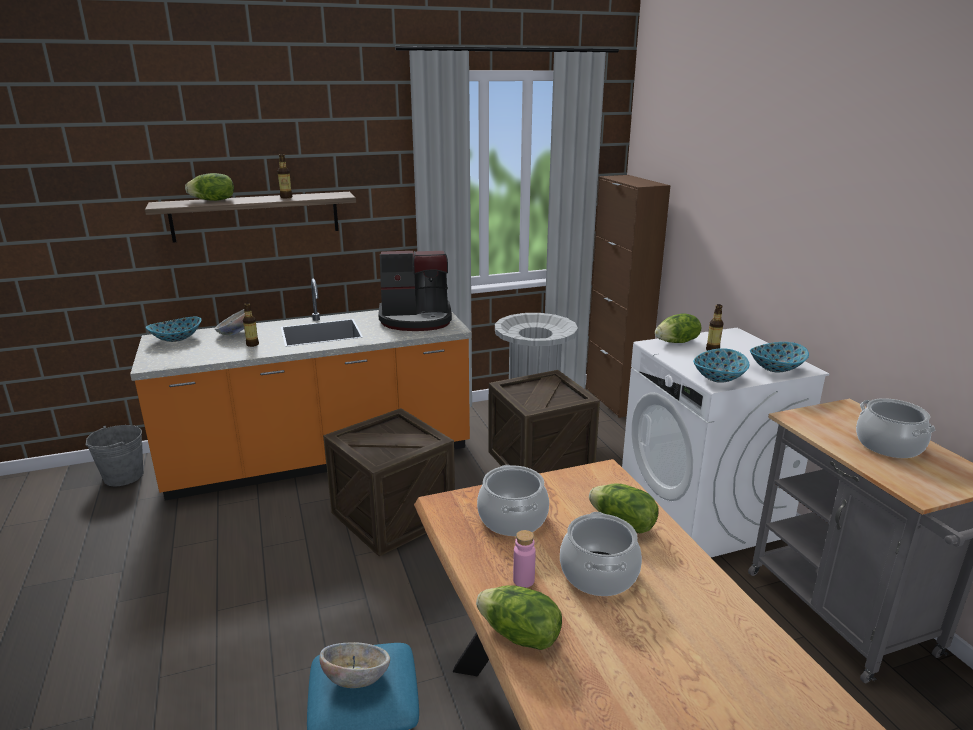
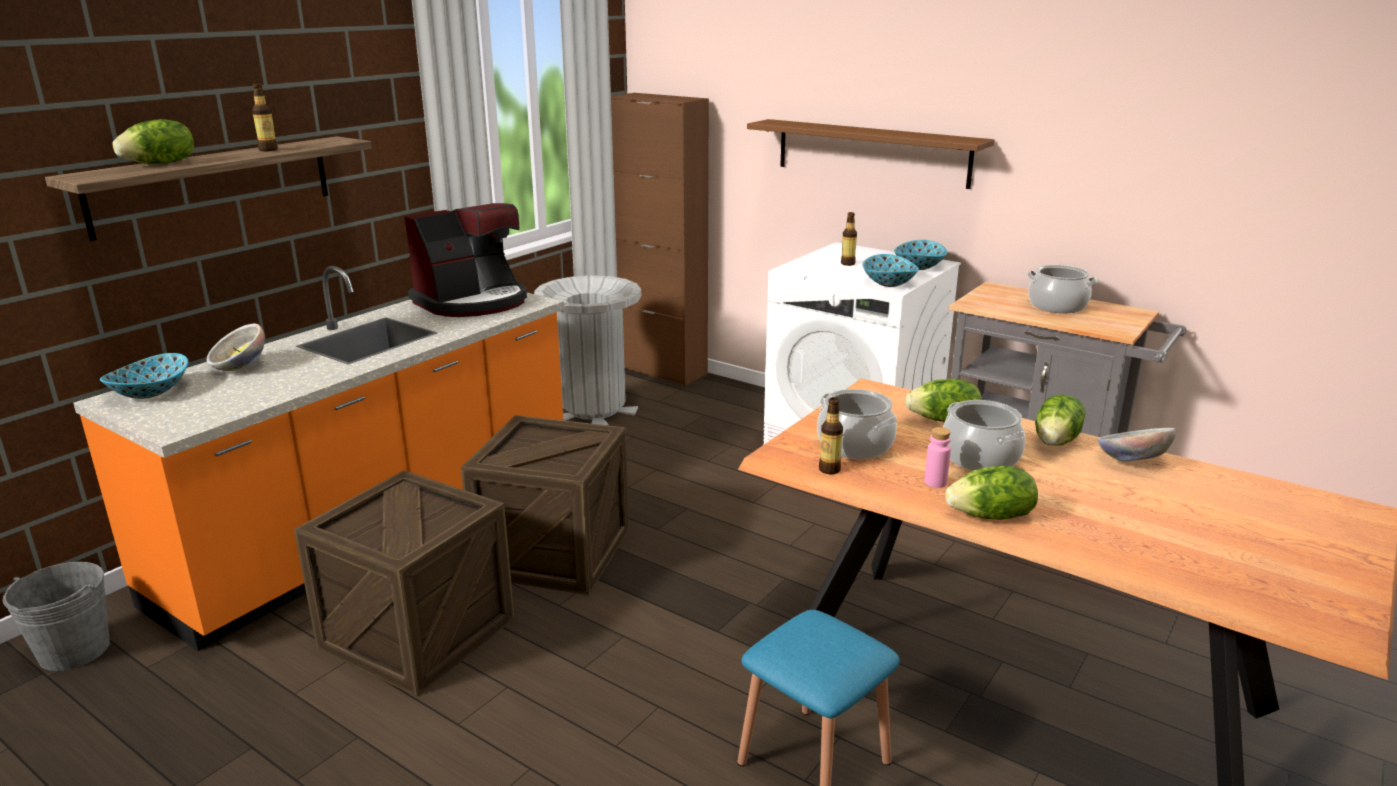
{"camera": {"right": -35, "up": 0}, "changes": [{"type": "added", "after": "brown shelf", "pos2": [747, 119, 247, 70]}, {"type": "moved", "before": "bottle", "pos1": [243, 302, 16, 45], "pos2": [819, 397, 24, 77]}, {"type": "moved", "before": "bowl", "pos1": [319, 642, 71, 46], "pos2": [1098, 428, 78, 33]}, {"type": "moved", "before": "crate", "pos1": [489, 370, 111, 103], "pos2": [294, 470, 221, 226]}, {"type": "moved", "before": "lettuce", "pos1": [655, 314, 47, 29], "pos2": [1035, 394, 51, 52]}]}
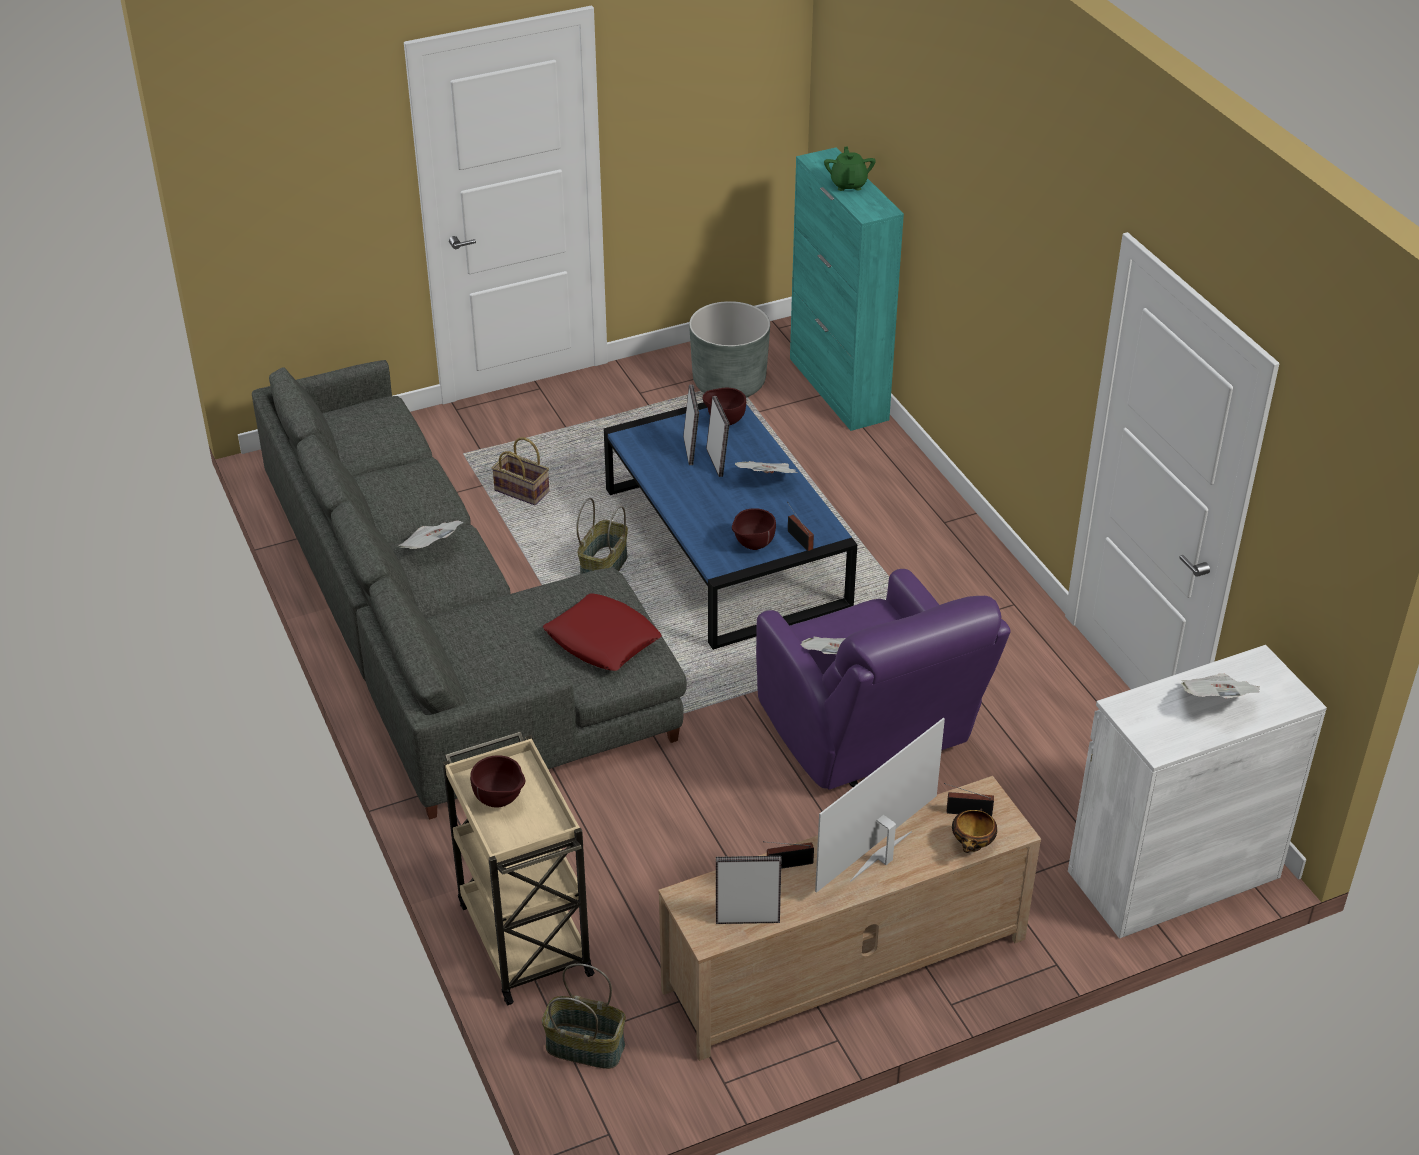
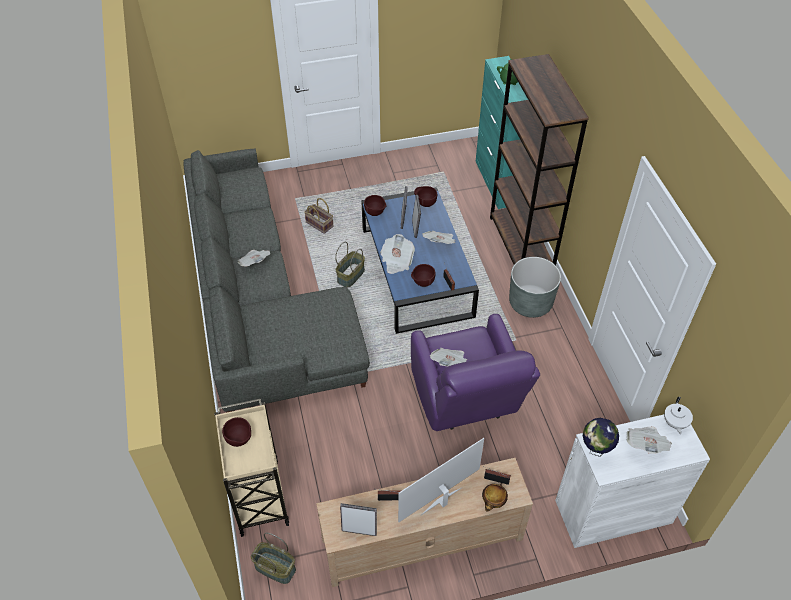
{"camera": {"right": 10, "up": 10}, "changes": [{"type": "removed", "before": "red pillow", "pos1": [543, 593, 119, 78]}, {"type": "added", "after": "brown bowl", "pos2": [364, 195, 23, 21]}, {"type": "added", "after": "newspaper", "pos2": [380, 234, 35, 40]}, {"type": "added", "after": "brown bookcase", "pos2": [490, 54, 99, 211]}, {"type": "added", "after": "globe", "pos2": [583, 418, 36, 39]}, {"type": "added", "after": "white teapot", "pos2": [664, 397, 29, 37]}, {"type": "moved", "before": "grey planter", "pos1": [689, 301, 81, 96], "pos2": [509, 257, 52, 61]}]}
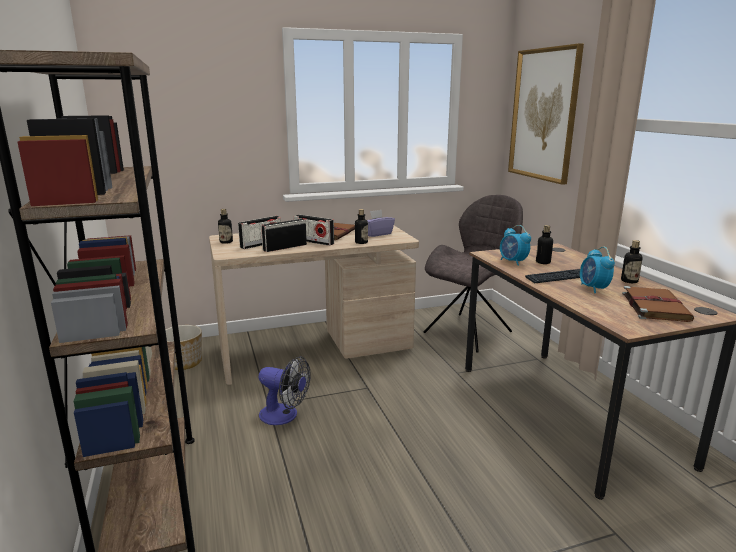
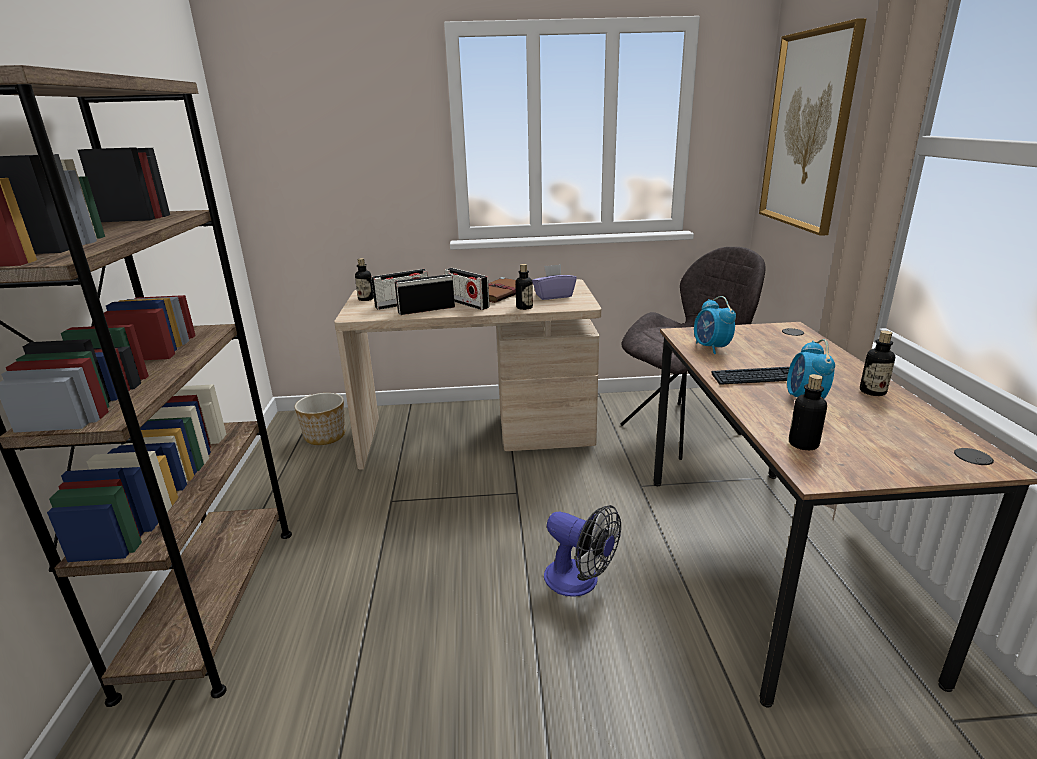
{"camera": {"right": 15, "up": 5}, "changes": [{"type": "removed", "before": "brown book", "pos1": [622, 286, 72, 36]}, {"type": "moved", "before": "fan", "pos1": [258, 357, 53, 68], "pos2": [544, 505, 77, 92]}, {"type": "moved", "before": "bottle", "pos1": [536, 225, 17, 39], "pos2": [789, 374, 38, 76]}]}
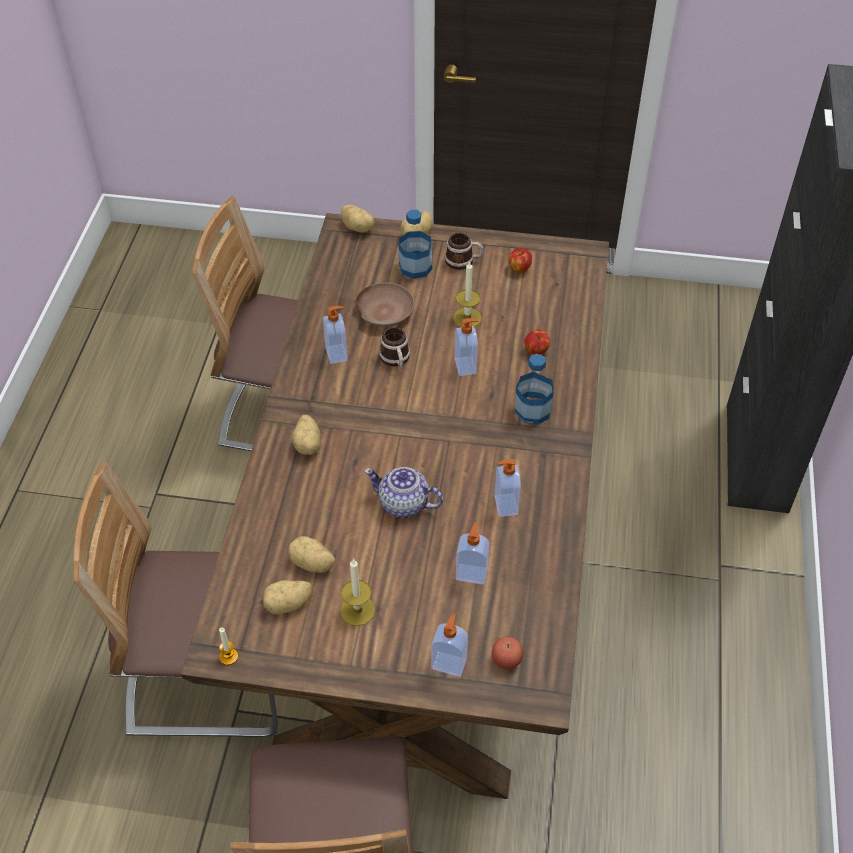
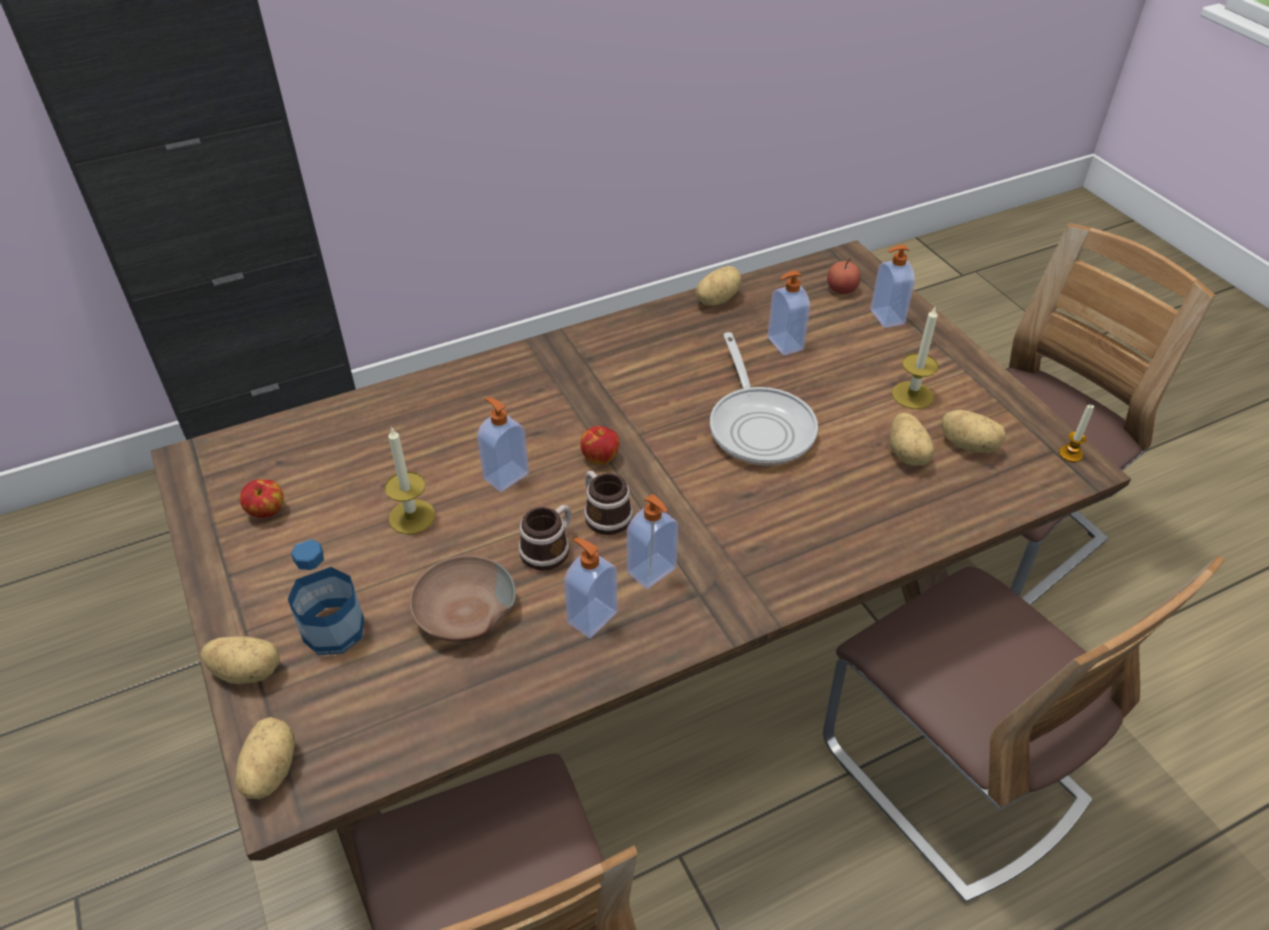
{"camera": {"right": -125, "up": -5}, "changes": [{"type": "removed", "before": "bottle", "pos1": [515, 354, 39, 71]}, {"type": "moved", "before": "potato", "pos1": [292, 414, 29, 41], "pos2": [695, 266, 47, 40]}, {"type": "moved", "before": "mug", "pos1": [445, 233, 38, 37], "pos2": [584, 471, 49, 64]}, {"type": "moved", "before": "soap dispenser", "pos1": [494, 459, 27, 58], "pos2": [627, 494, 51, 95]}, {"type": "moved", "before": "apple", "pos1": [524, 330, 26, 25], "pos2": [580, 426, 40, 39]}, {"type": "replaced", "before": "teapot", "after": "frying pan", "pos1": [364, 467, 80, 51], "pos2": [710, 332, 108, 133]}]}
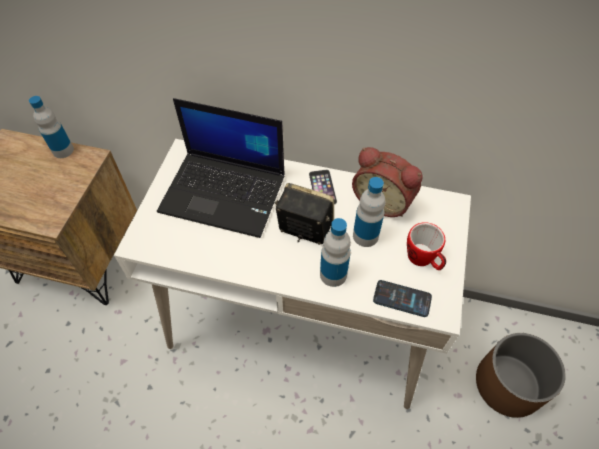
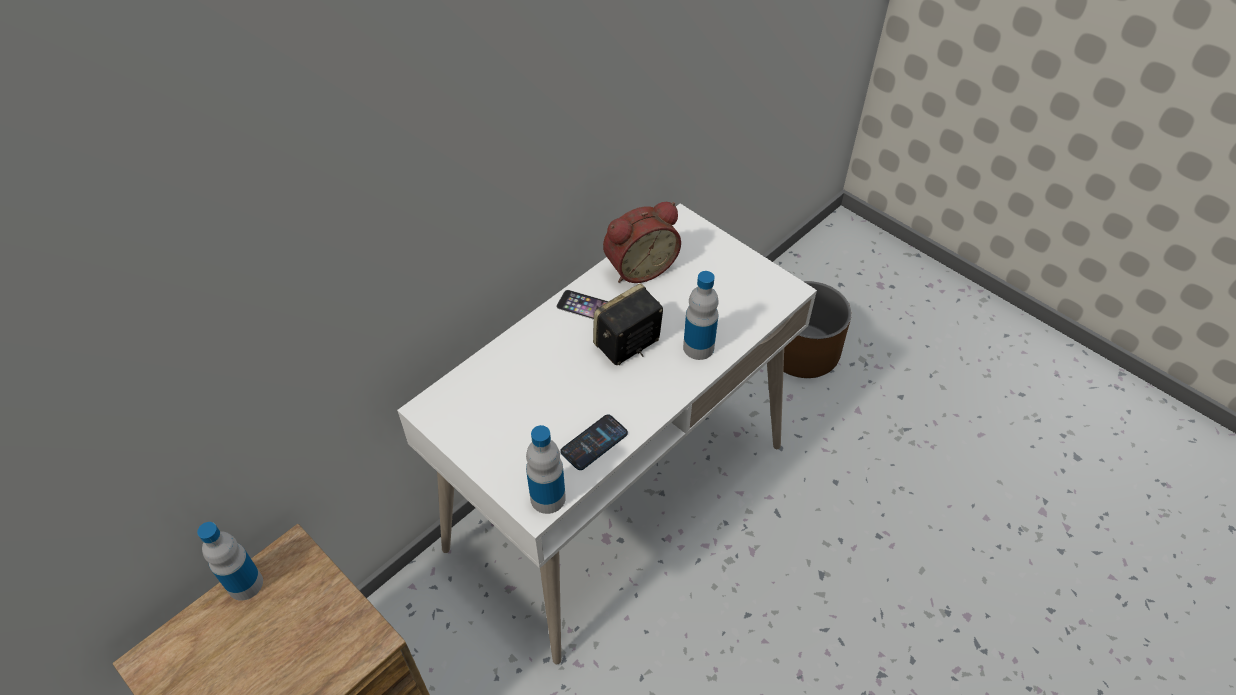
{"camera": {"right": -60, "up": -5}, "changes": [{"type": "removed", "before": "laptop", "pos1": [157, 98, 128, 140]}, {"type": "removed", "before": "mug", "pos1": [407, 222, 39, 48]}, {"type": "moved", "before": "bottle", "pos1": [353, 177, 32, 70], "pos2": [526, 425, 40, 89]}, {"type": "moved", "before": "phone", "pos1": [373, 280, 59, 37], "pos2": [560, 414, 68, 56]}]}
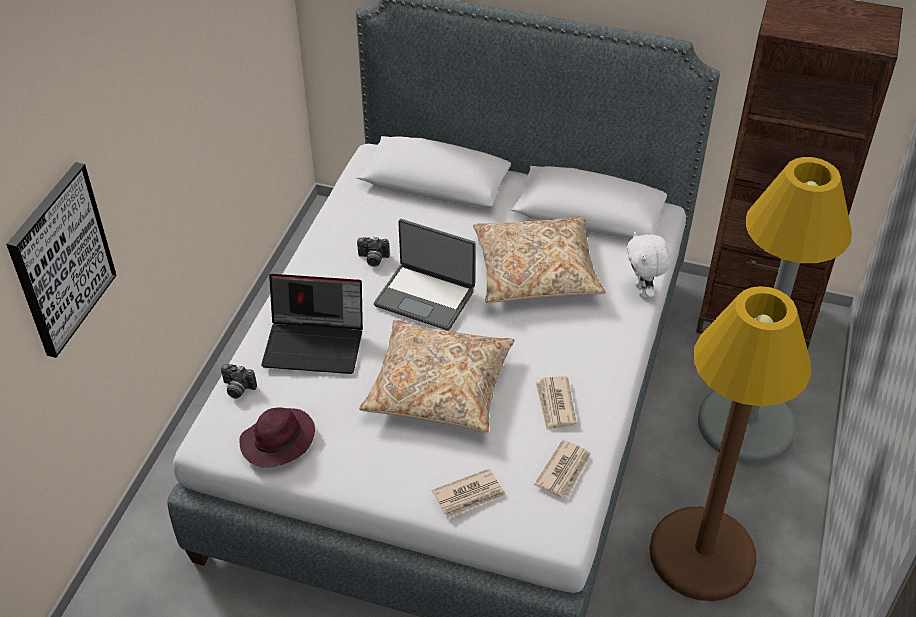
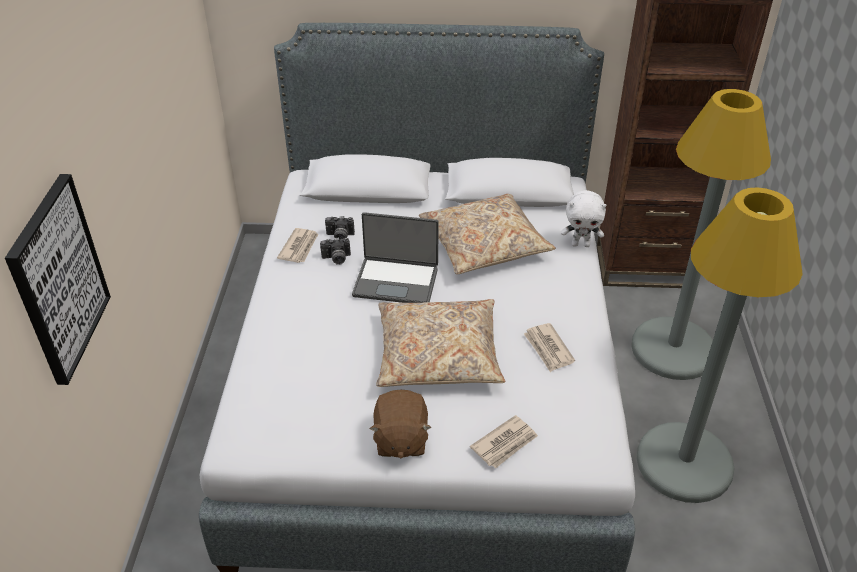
{"camera": {"right": -15, "up": -5}, "changes": [{"type": "removed", "before": "purple hat", "pos1": [239, 408, 76, 60]}, {"type": "removed", "before": "laptop", "pos1": [261, 274, 102, 100]}, {"type": "added", "after": "brown plush toy", "pos2": [370, 390, 61, 69]}, {"type": "moved", "before": "photo camera", "pos1": [221, 364, 36, 35], "pos2": [325, 216, 30, 23]}, {"type": "moved", "before": "newspaper", "pos1": [534, 440, 57, 58], "pos2": [277, 228, 41, 35]}, {"type": "recoloured", "before": "brown floor lamp", "after": "grey floor lamp", "pos1": [649, 286, 162, 315], "pos2": [637, 187, 166, 316]}, {"type": "turned", "before": "white plush toy", "pos1": [627, 232, 43, 66], "pos2": [561, 190, 45, 57], "turn": -60}]}
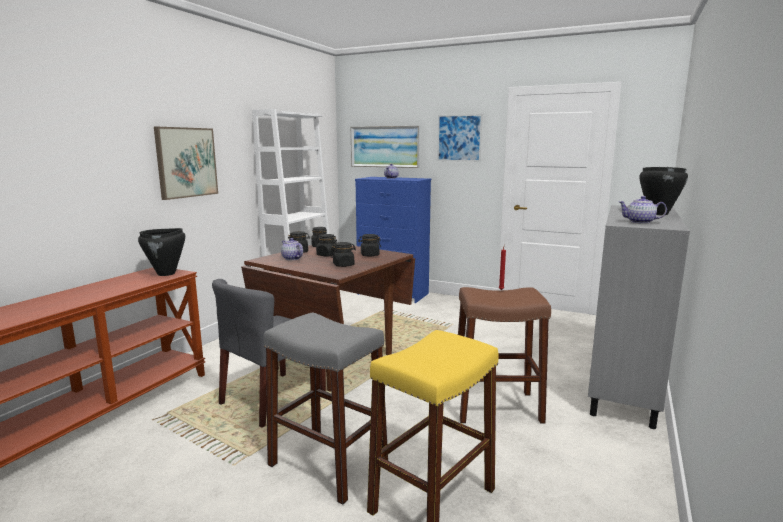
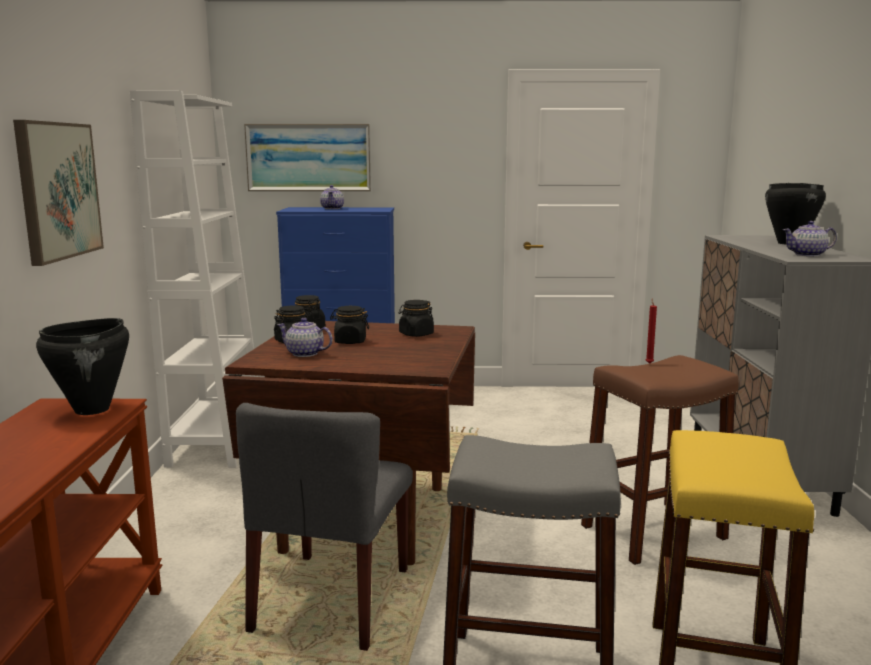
{"camera": {"right": -25, "up": 0}, "changes": [{"type": "removed", "before": "black jar", "pos1": [331, 242, 25, 25]}, {"type": "removed", "before": "picture", "pos1": [437, 114, 46, 48]}]}
